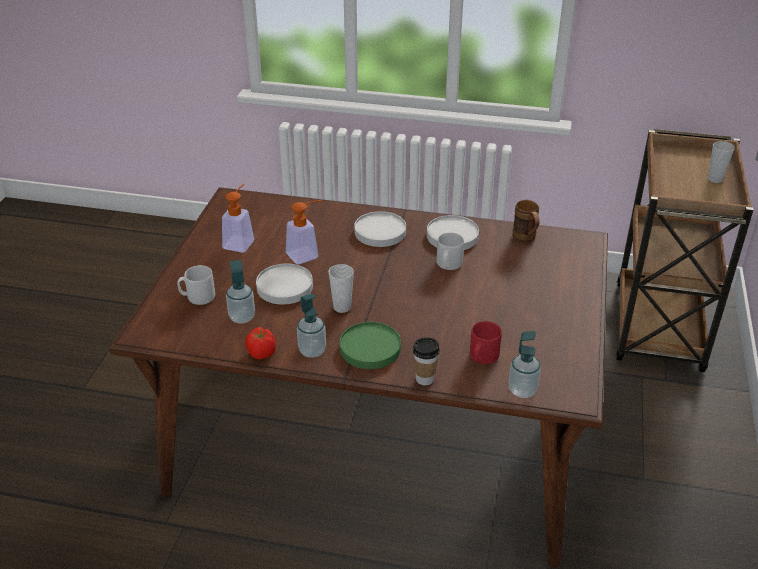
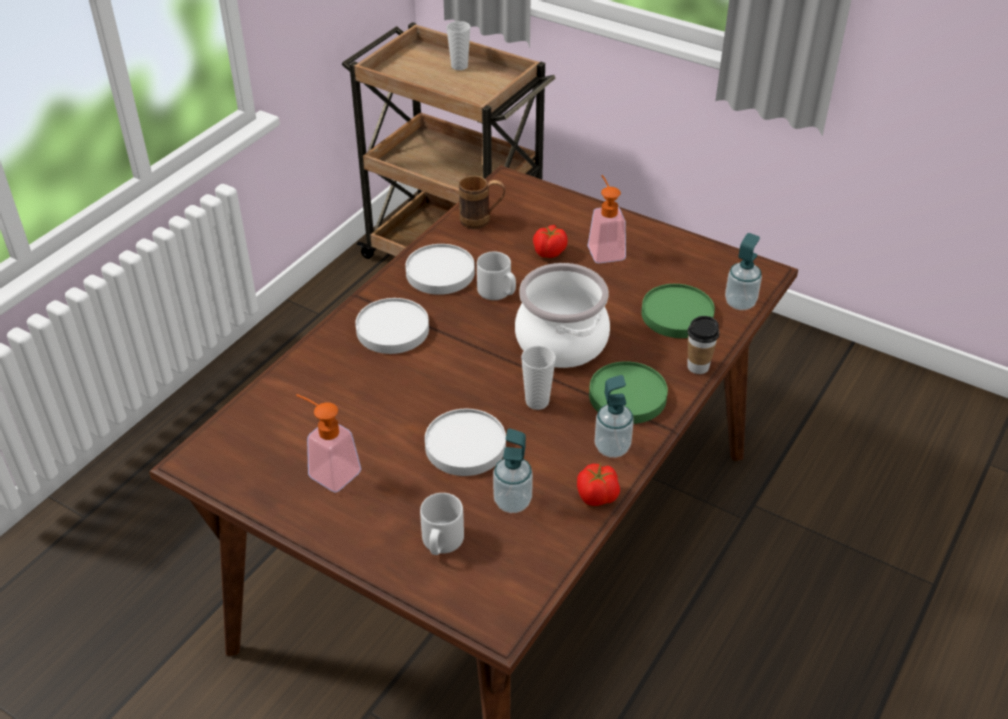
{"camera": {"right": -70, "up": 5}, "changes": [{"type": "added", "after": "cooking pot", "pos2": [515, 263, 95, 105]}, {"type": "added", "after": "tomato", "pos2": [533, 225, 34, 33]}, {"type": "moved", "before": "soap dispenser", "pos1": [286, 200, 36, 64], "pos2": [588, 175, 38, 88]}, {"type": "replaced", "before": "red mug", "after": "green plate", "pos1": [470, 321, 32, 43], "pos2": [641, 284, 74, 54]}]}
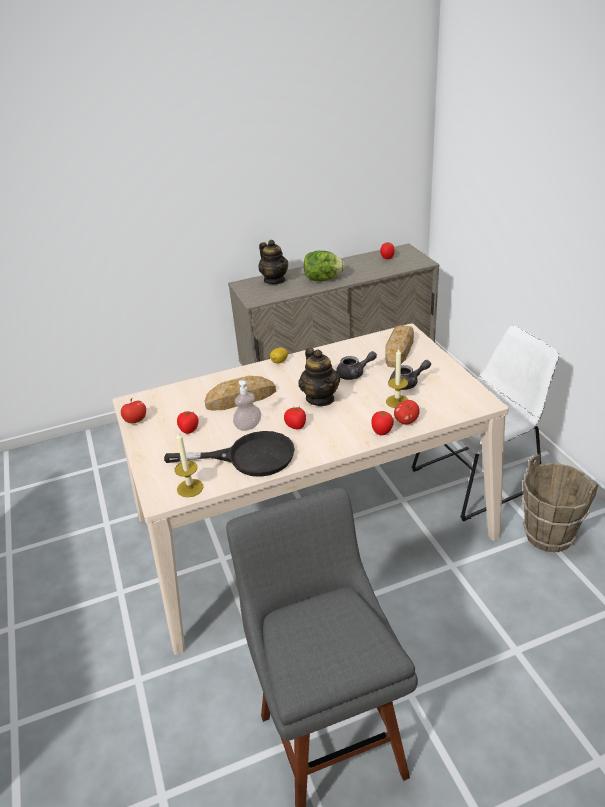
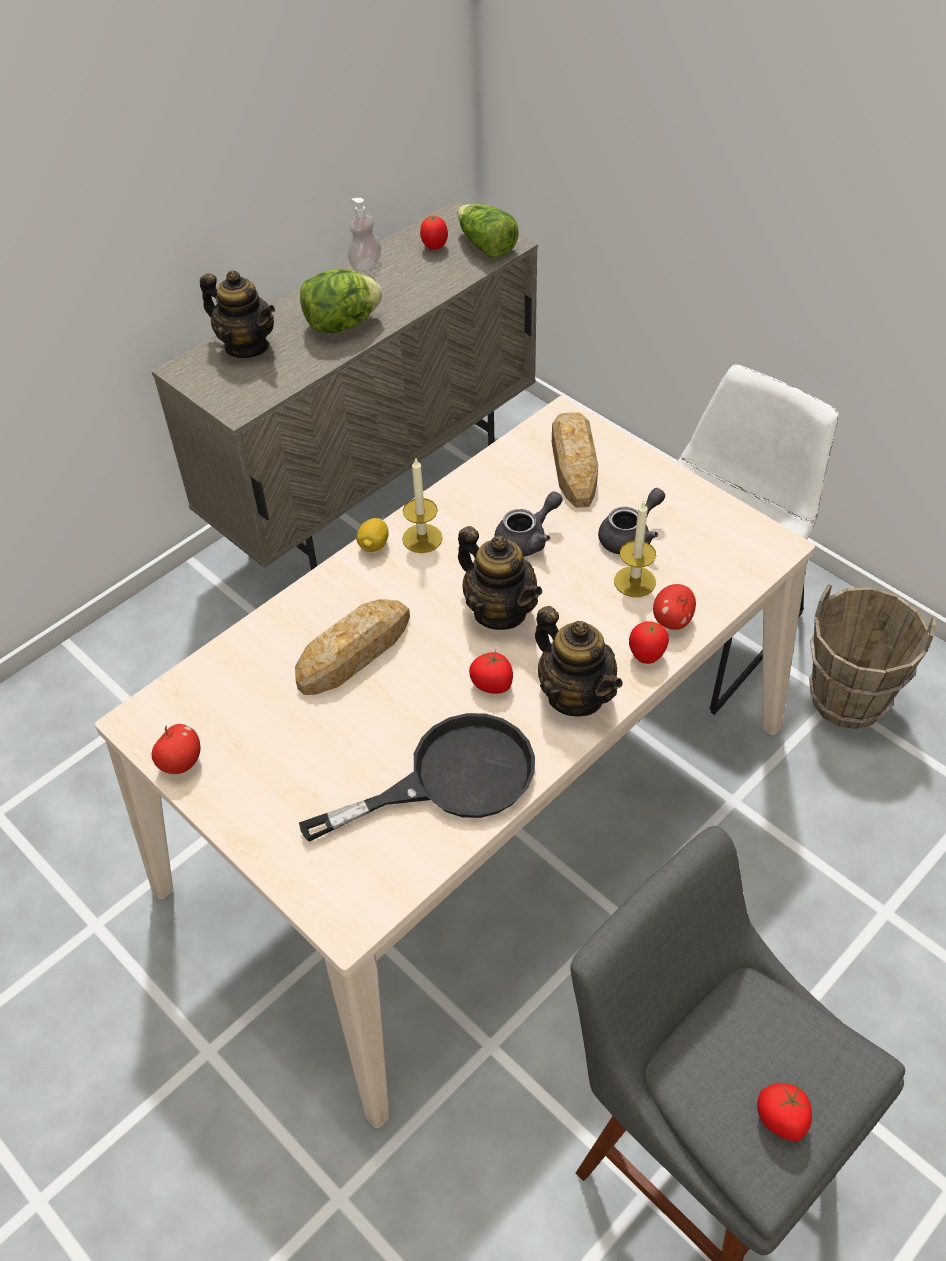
{"camera": {"right": -25, "up": 15}, "changes": [{"type": "added", "after": "lettuce", "pos2": [457, 204, 61, 54]}, {"type": "added", "after": "teapot", "pos2": [535, 606, 88, 110]}, {"type": "moved", "before": "candle", "pos1": [175, 432, 28, 65], "pos2": [402, 459, 41, 94]}, {"type": "moved", "before": "tomato", "pos1": [177, 410, 22, 24], "pos2": [757, 1083, 55, 58]}, {"type": "moved", "before": "soap dispenser", "pos1": [233, 380, 28, 51], "pos2": [348, 198, 33, 74]}]}
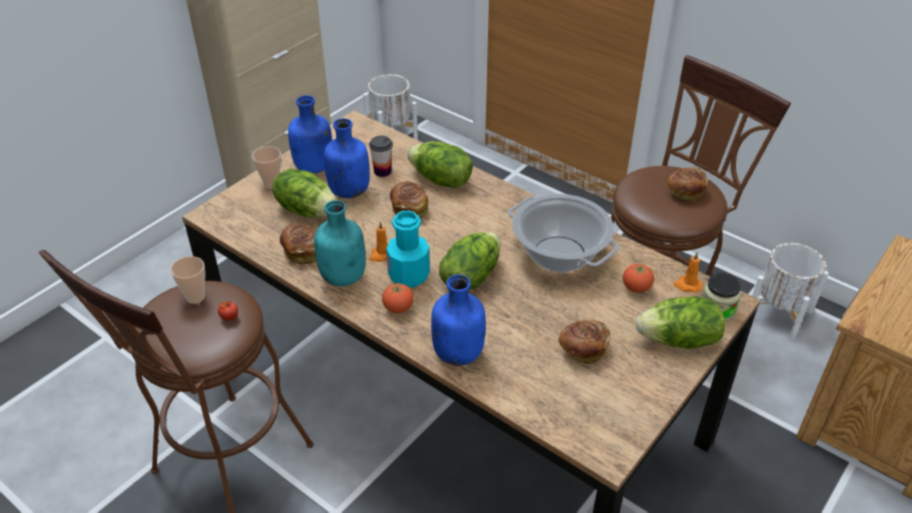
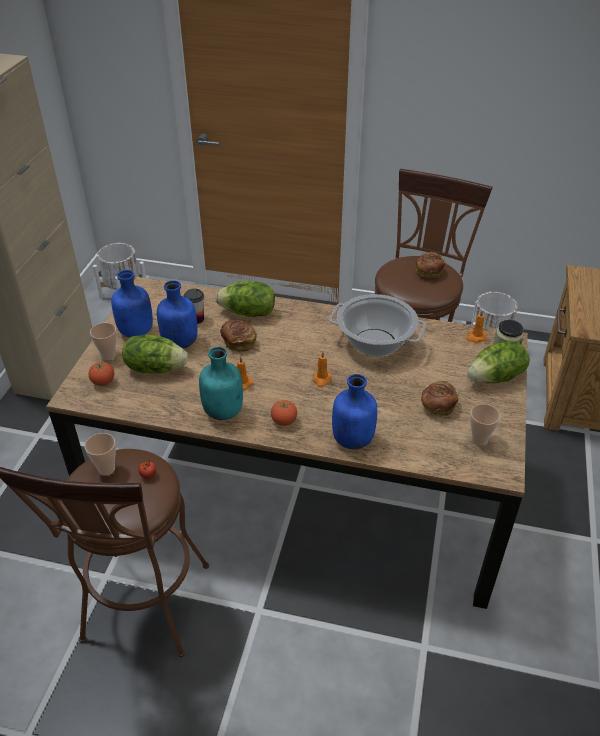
{"camera": {"right": -25, "up": 0}, "changes": [{"type": "removed", "before": "bread", "pos1": [280, 223, 36, 41]}, {"type": "removed", "before": "turquoise bottle", "pos1": [386, 211, 44, 76]}, {"type": "added", "after": "cup", "pos2": [470, 404, 30, 42]}, {"type": "moved", "before": "tomato", "pos1": [623, 264, 31, 29], "pos2": [88, 361, 26, 25]}, {"type": "replaced", "before": "lettuce", "after": "orange candle", "pos1": [439, 232, 62, 58], "pos2": [313, 352, 19, 35]}]}
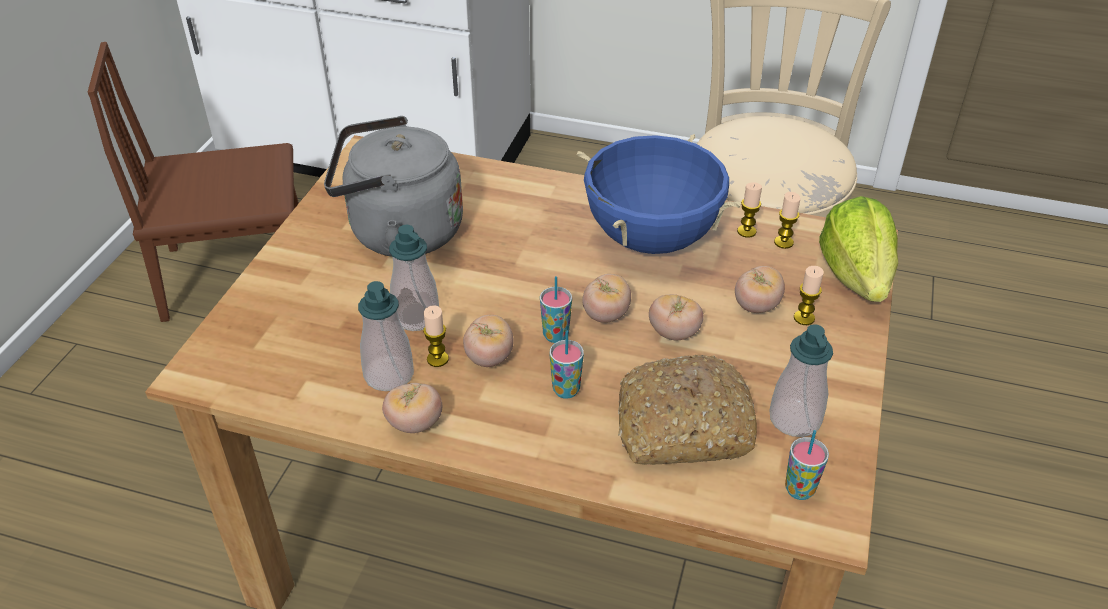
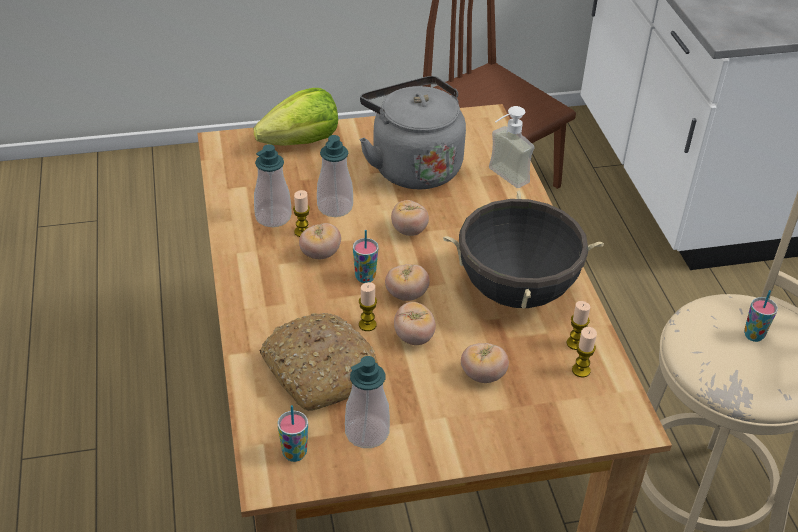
{"camera": {"right": 60, "up": 0}, "changes": [{"type": "added", "after": "soap dispenser", "pos2": [489, 106, 46, 82]}, {"type": "moved", "before": "tomato", "pos1": [382, 383, 60, 50], "pos2": [391, 200, 38, 36]}, {"type": "moved", "before": "cup", "pos1": [550, 331, 34, 68], "pos2": [744, 290, 34, 52]}, {"type": "moved", "before": "candle", "pos1": [794, 266, 30, 59], "pos2": [359, 282, 18, 49]}, {"type": "moved", "before": "lettuce", "pos1": [819, 196, 79, 106], "pos2": [254, 88, 84, 58]}, {"type": "recoloured", "before": "blue cooking pot", "after": "black cooking pot", "pos1": [577, 134, 164, 120], "pos2": [443, 191, 161, 118]}]}
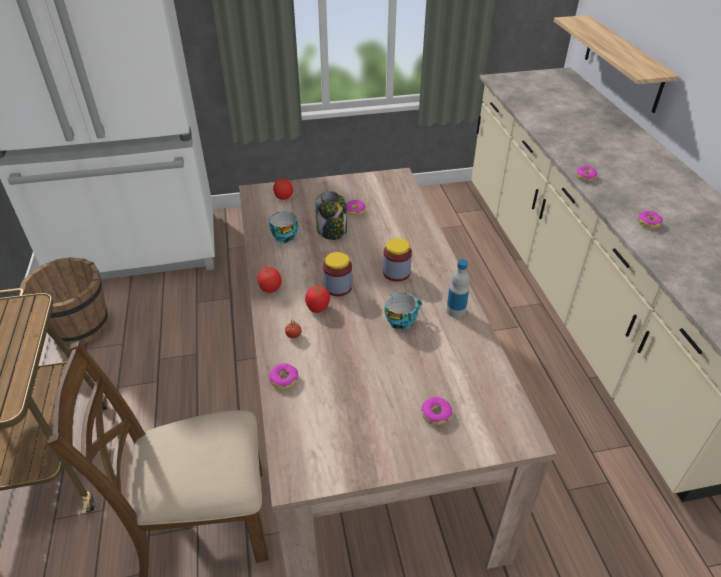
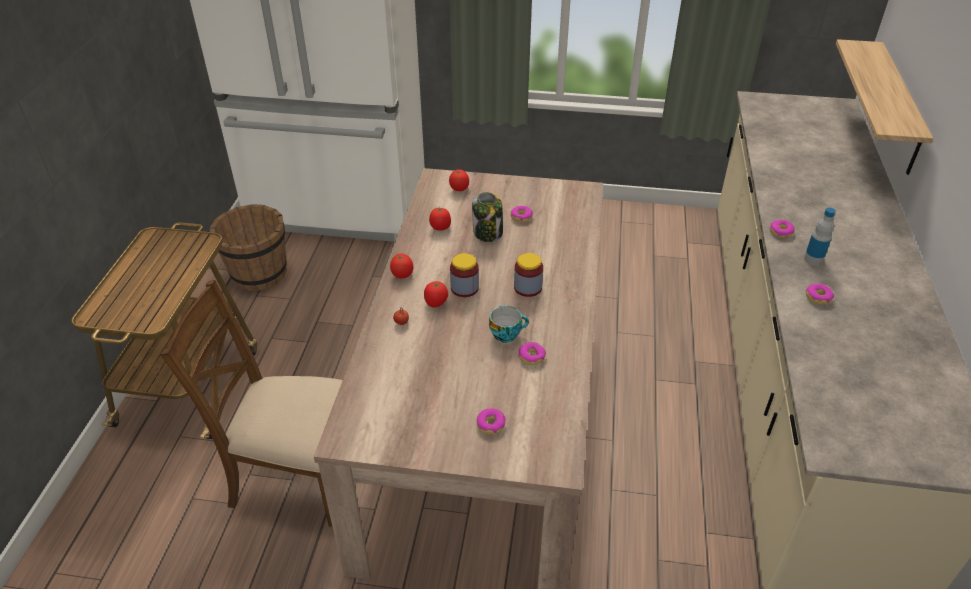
{"camera": {"right": 20, "up": 0}, "changes": [{"type": "moved", "before": "donut", "pos1": [269, 363, 29, 26], "pos2": [518, 342, 28, 23]}, {"type": "moved", "before": "bottle", "pos1": [446, 259, 24, 59], "pos2": [804, 207, 32, 59]}, {"type": "replaced", "before": "cup", "after": "tomato", "pos1": [269, 211, 29, 32], "pos2": [429, 207, 22, 24]}]}
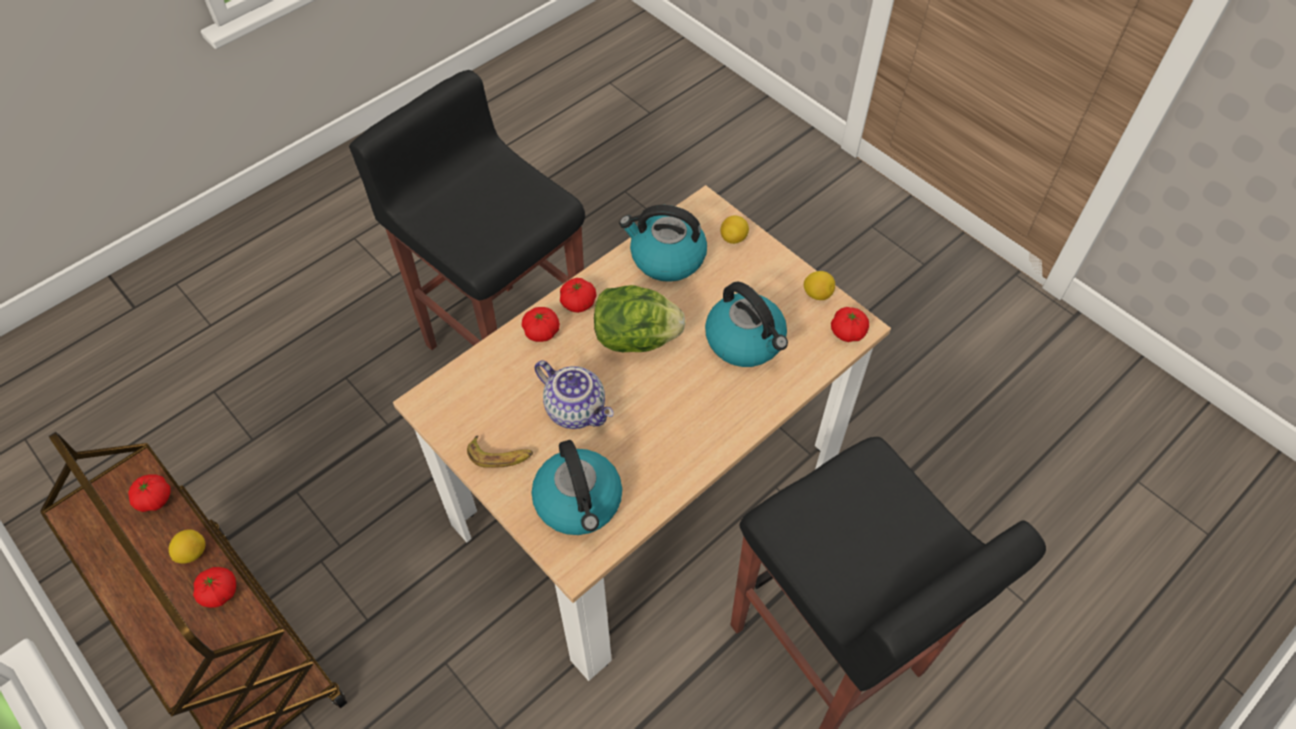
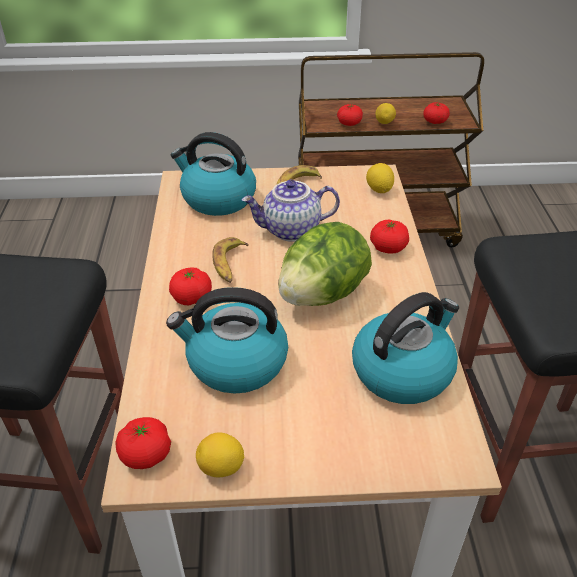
{"camera": {"right": 130, "up": -15}, "changes": [{"type": "added", "after": "banana", "pos2": [212, 237, 37, 46]}, {"type": "moved", "before": "tomato", "pos1": [560, 278, 37, 35], "pos2": [169, 267, 43, 38]}, {"type": "moved", "before": "lemon", "pos1": [721, 215, 28, 29], "pos2": [366, 163, 28, 30]}]}
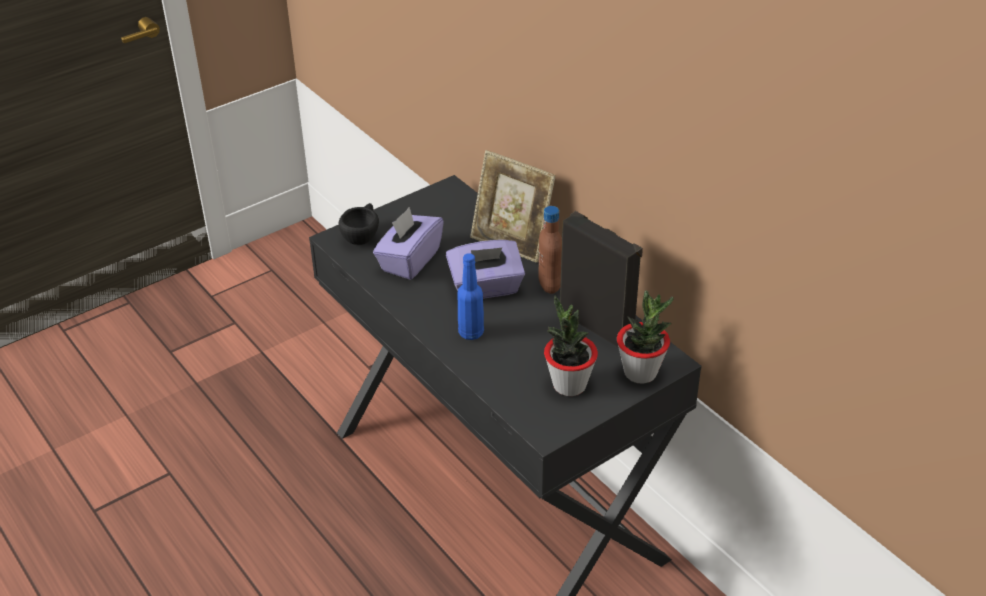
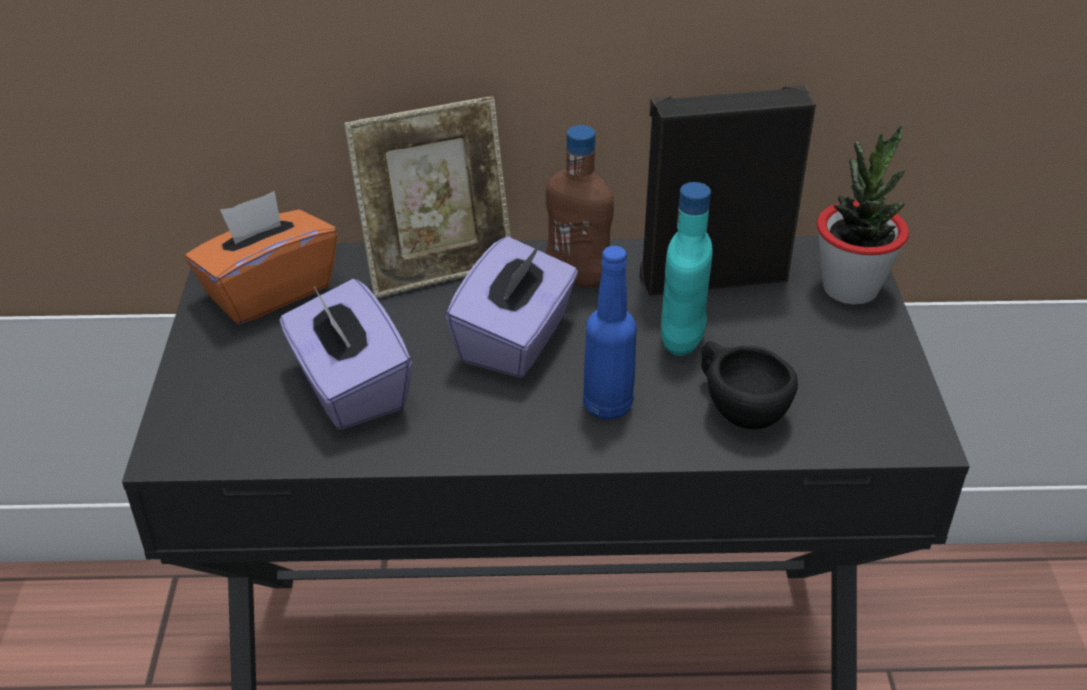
{"camera": {"right": -55, "up": 0}, "changes": [{"type": "removed", "before": "potted plant", "pos1": [544, 295, 54, 101]}, {"type": "added", "after": "orange tissue box", "pos2": [185, 191, 152, 134]}, {"type": "added", "after": "turquoise bottle", "pos2": [661, 182, 52, 174]}, {"type": "moved", "before": "black cup", "pos1": [338, 203, 41, 42], "pos2": [701, 342, 97, 87]}]}
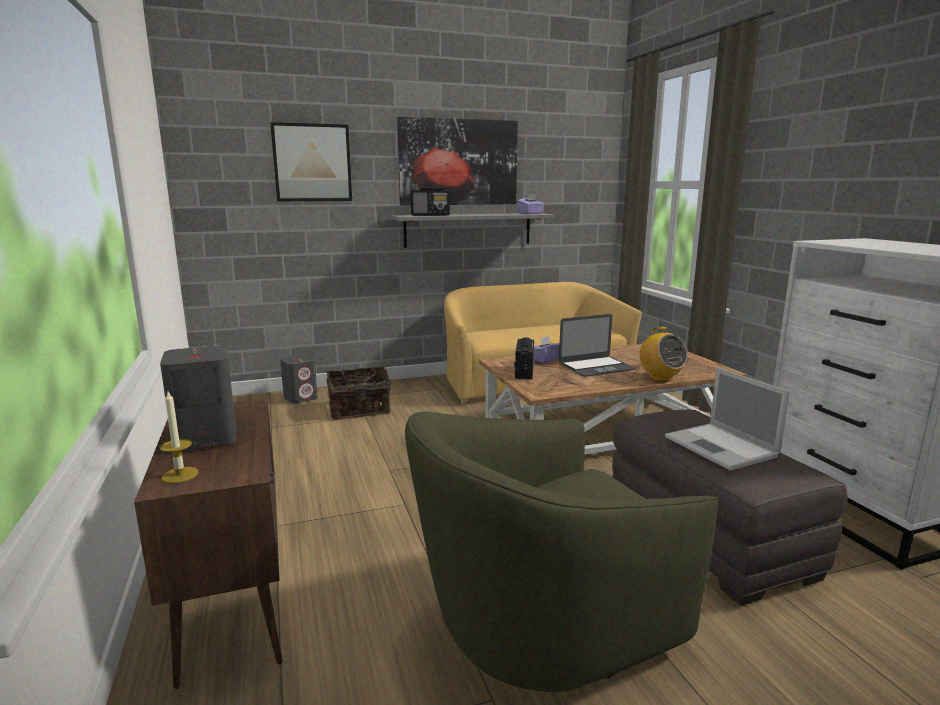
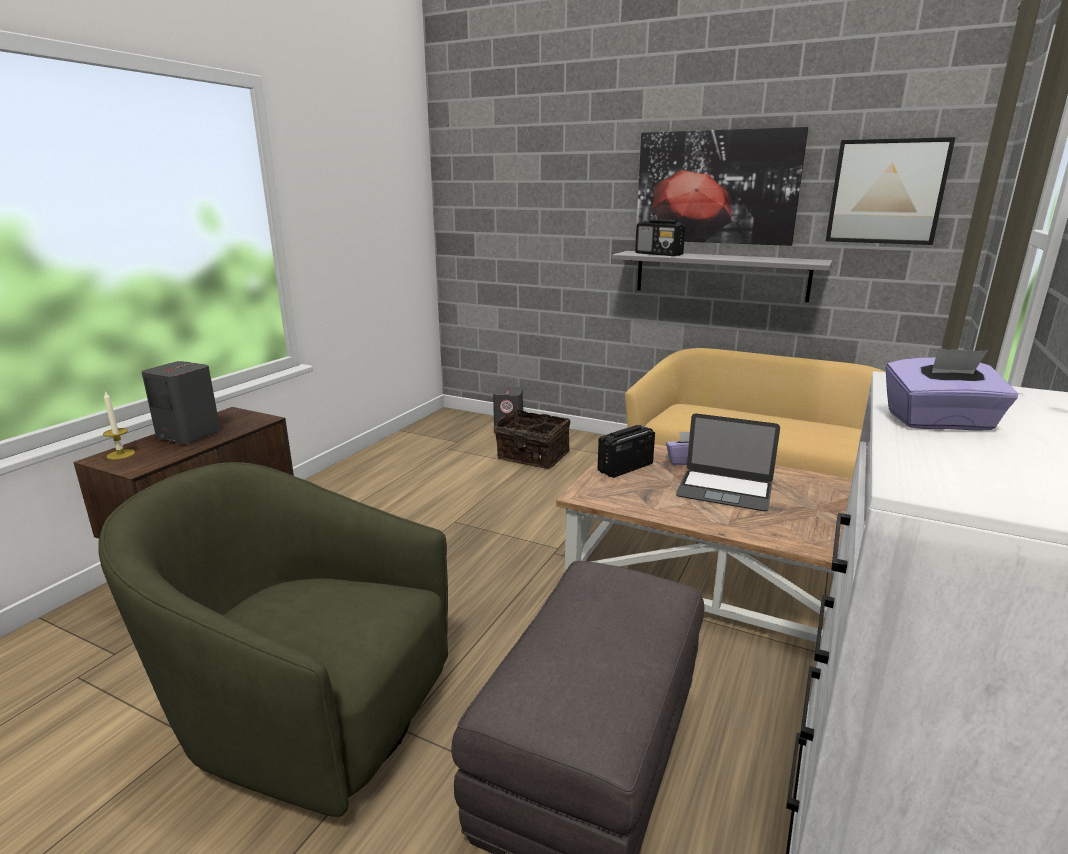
{"camera": {"right": 45, "up": 5}, "changes": [{"type": "removed", "before": "radio", "pos1": [638, 327, 50, 55]}, {"type": "removed", "before": "laptop", "pos1": [665, 367, 125, 104]}, {"type": "moved", "before": "picture", "pos1": [270, 122, 82, 79], "pos2": [826, 137, 130, 108]}, {"type": "moved", "before": "purple tissue box", "pos1": [517, 194, 27, 20], "pos2": [886, 348, 132, 83]}]}
